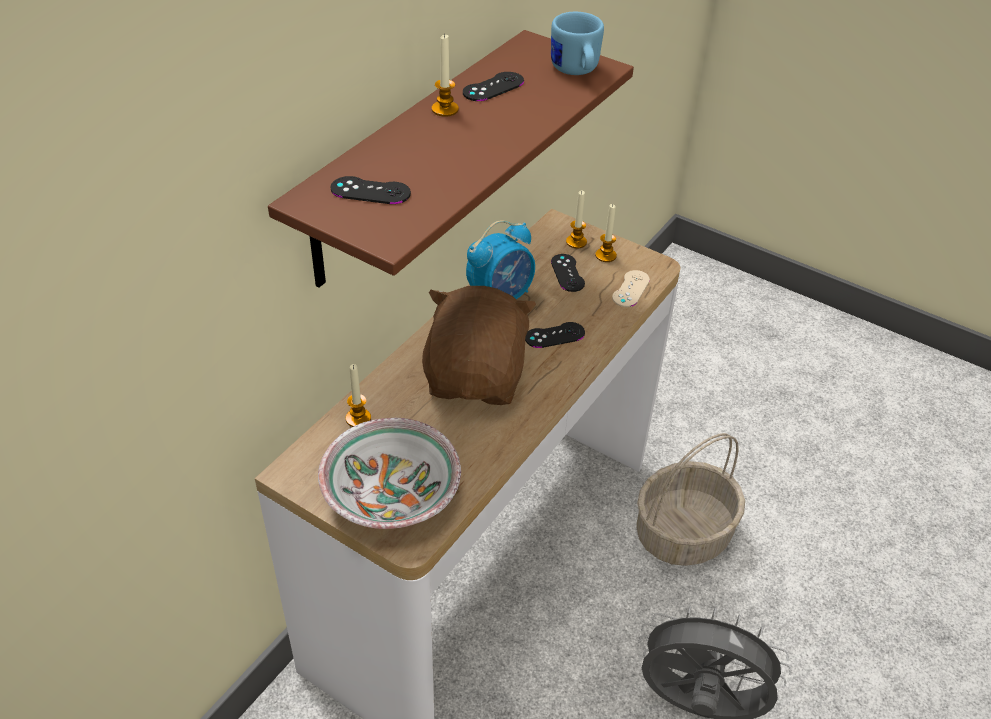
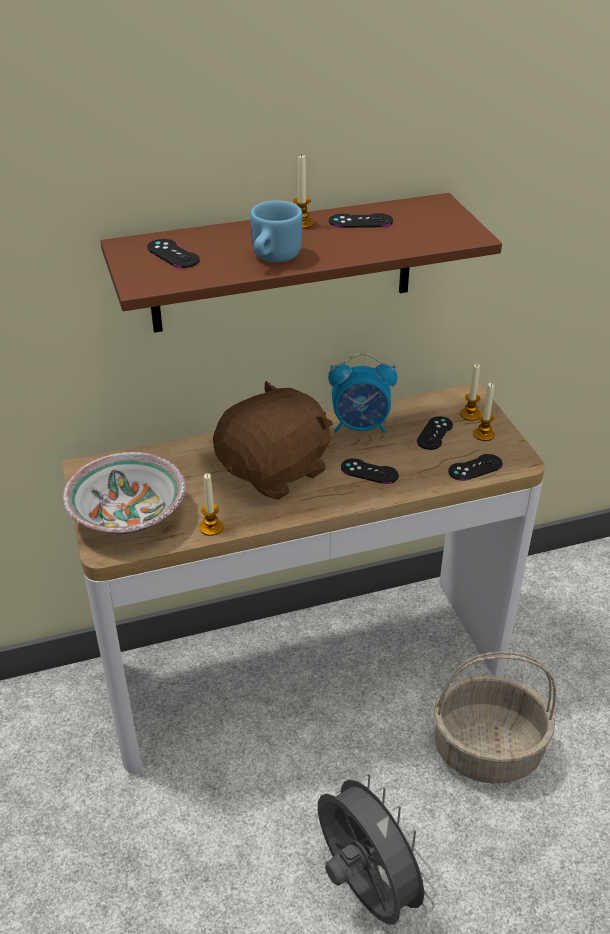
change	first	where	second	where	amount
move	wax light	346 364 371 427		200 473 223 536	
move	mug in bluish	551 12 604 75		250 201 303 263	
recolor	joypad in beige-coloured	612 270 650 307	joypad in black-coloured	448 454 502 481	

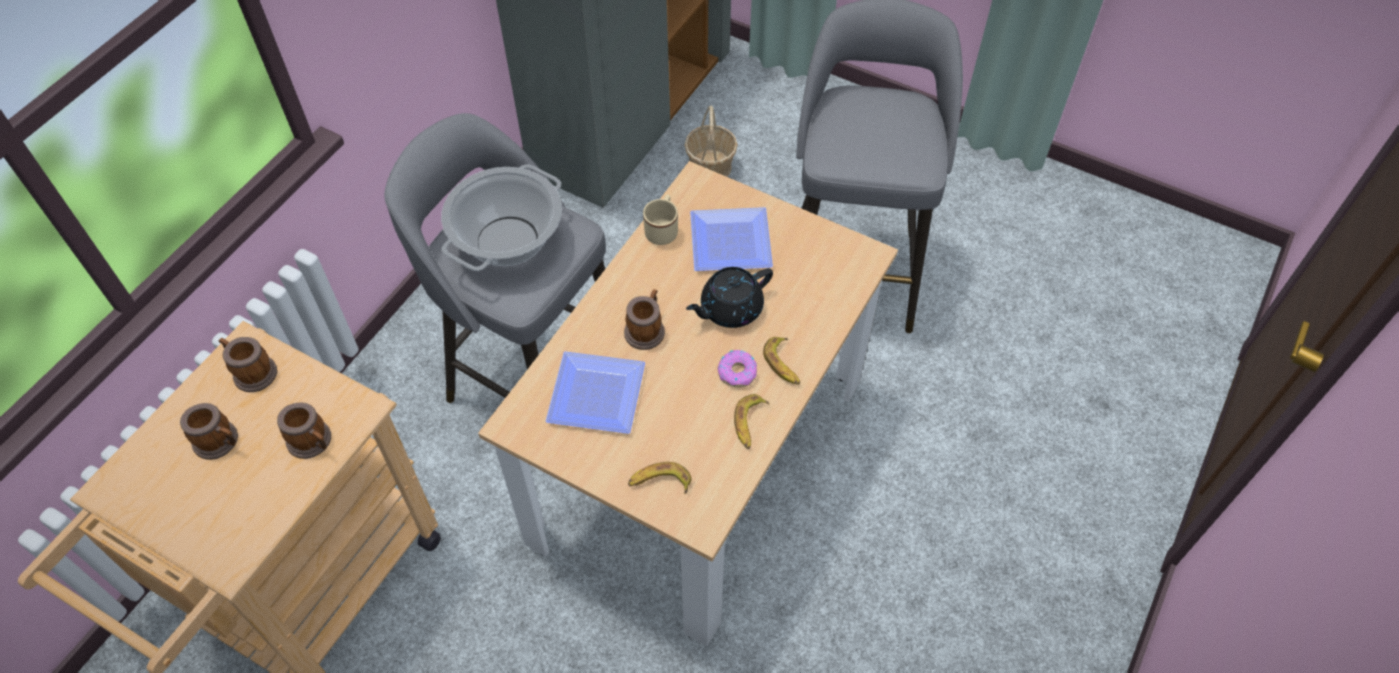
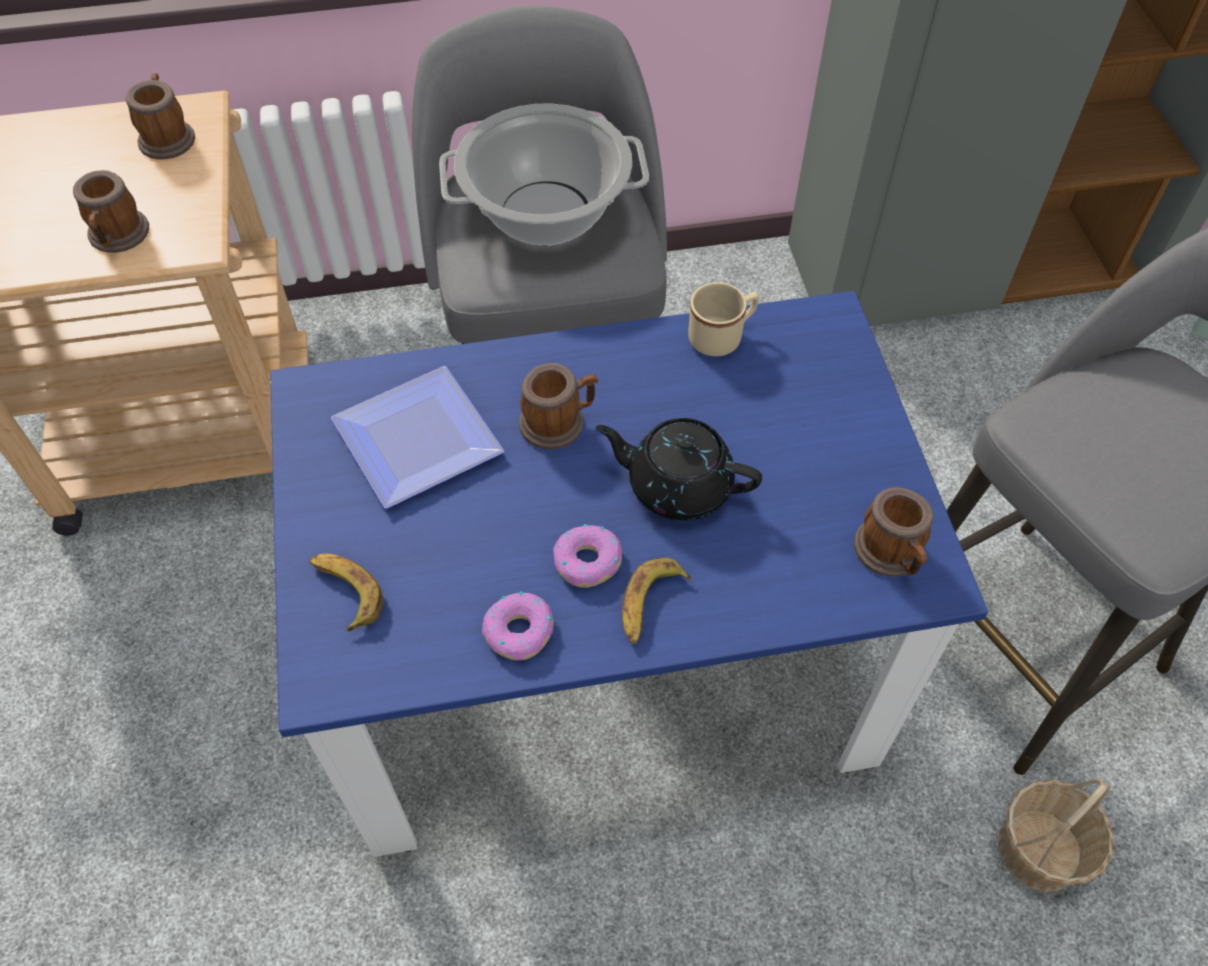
change	first	where	second	where	amount
delete	dinner plate	690 207 773 271			
move	mug	180 403 238 460		854 487 934 577	
move	household basket	684 105 738 177		998 779 1114 892	
replace	banana fruit	734 394 769 449	ring doughnut	482 592 553 660	
recolor	kitchen table in beige-coloured	478 161 898 646	kitchen table in bluish	270 291 988 857	

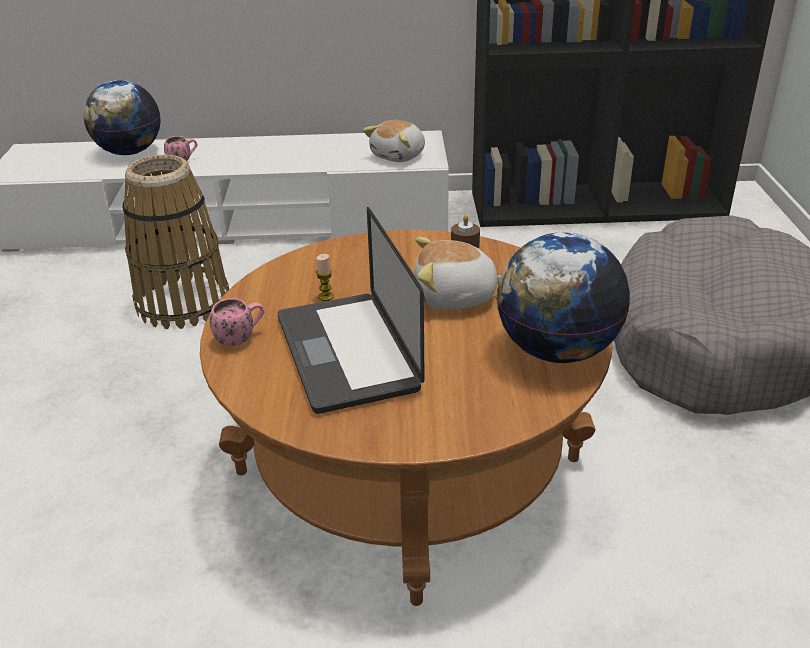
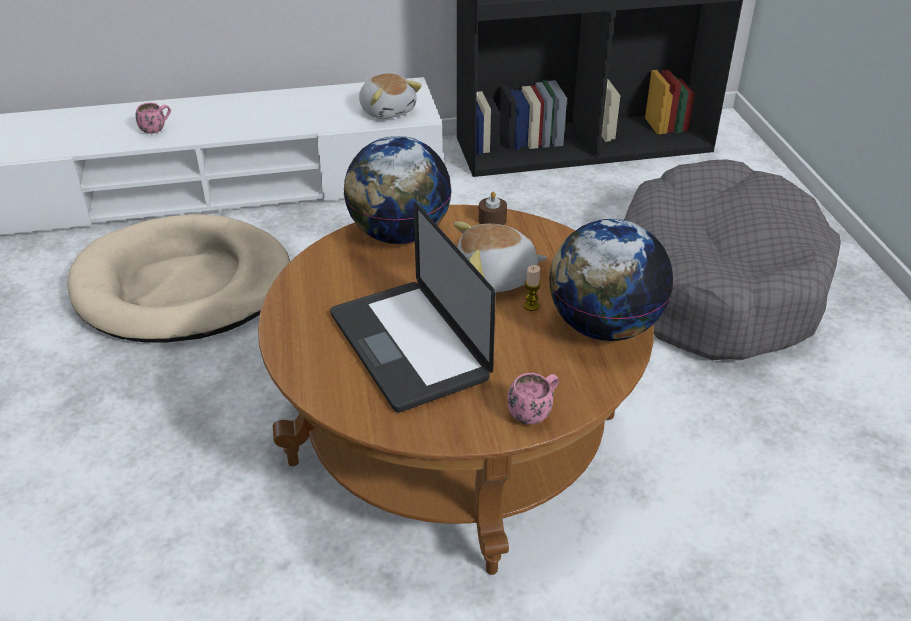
change	first	where	second	where	amount
move	desk globe	84 80 161 155		344 136 452 244	
move	mug in pink-coloured	210 298 265 346		507 373 559 424	
move	wax light	316 254 334 301		524 265 541 311	
replace	household basket	123 155 229 329	pet bed in beige-coloured	68 214 290 343	
rotate	cuddly toy	363 120 425 162		359 73 422 119	60 degrees counterclockwise

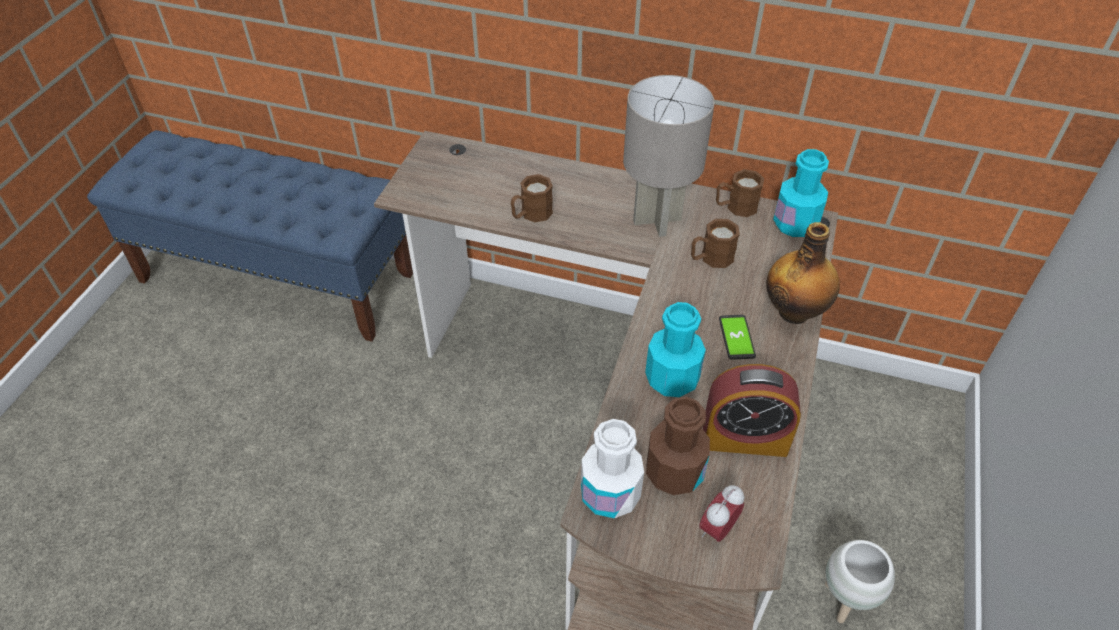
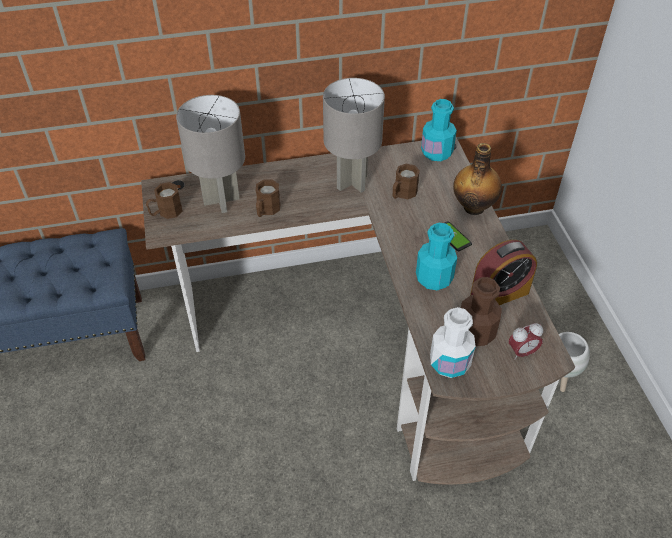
change	first	where	second	where	amount
insert			tabletop lamp in grey	176 95 245 213	
move	mug in brown	716 169 764 217		146 182 183 219	
rotate	alarm clock	700 485 744 542		509 323 543 359	120 degrees counterclockwise

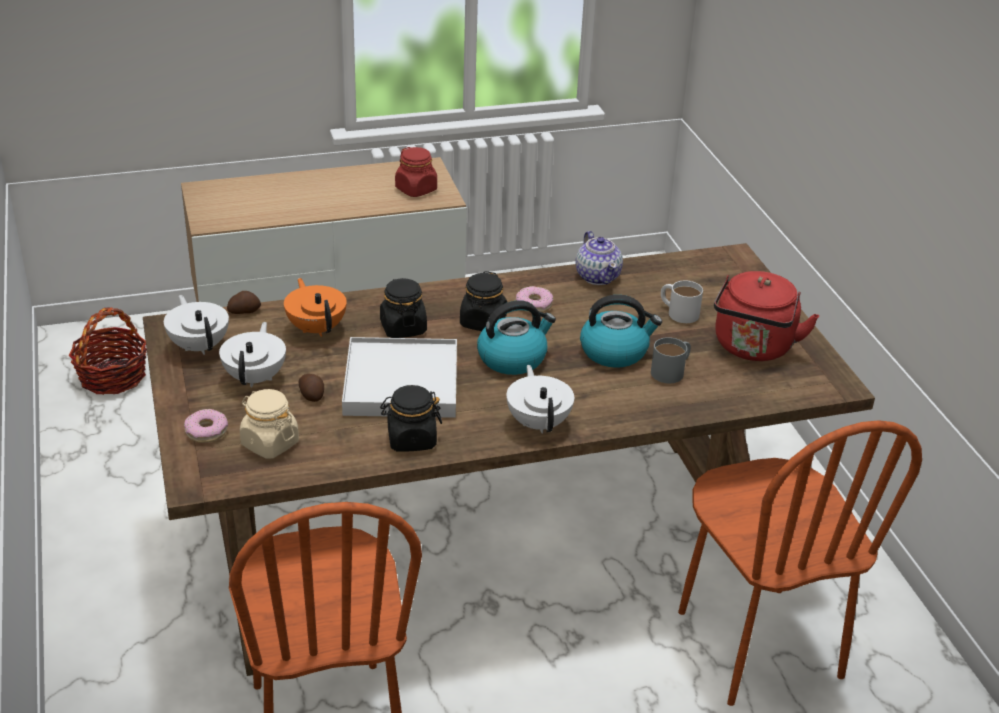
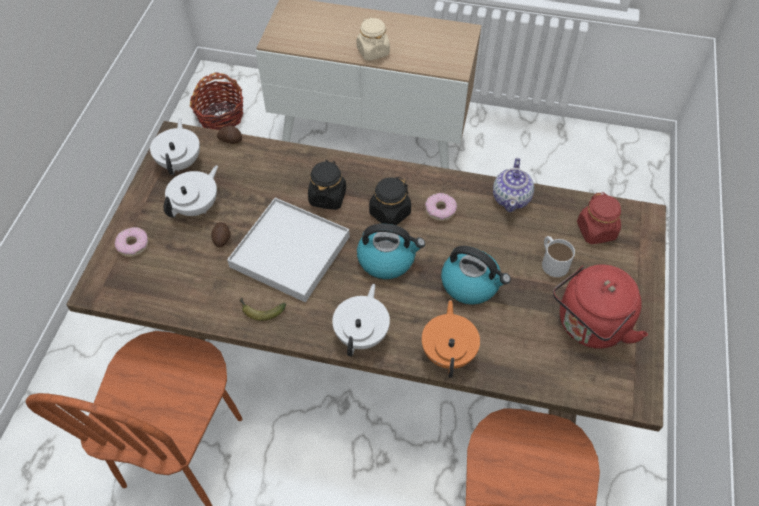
change	first	where	second	where	amount
delete	mug in grey	651 337 691 383			
move	jar in beige-coloured	240 389 299 459		357 18 390 61	
move	pot for tea in orange	284 278 347 337		422 300 480 378	
move	jar in red-coloured	395 147 437 197		577 192 621 244	
replace	jar in black-coloured	380 385 442 452	banana fruit	240 298 286 321	

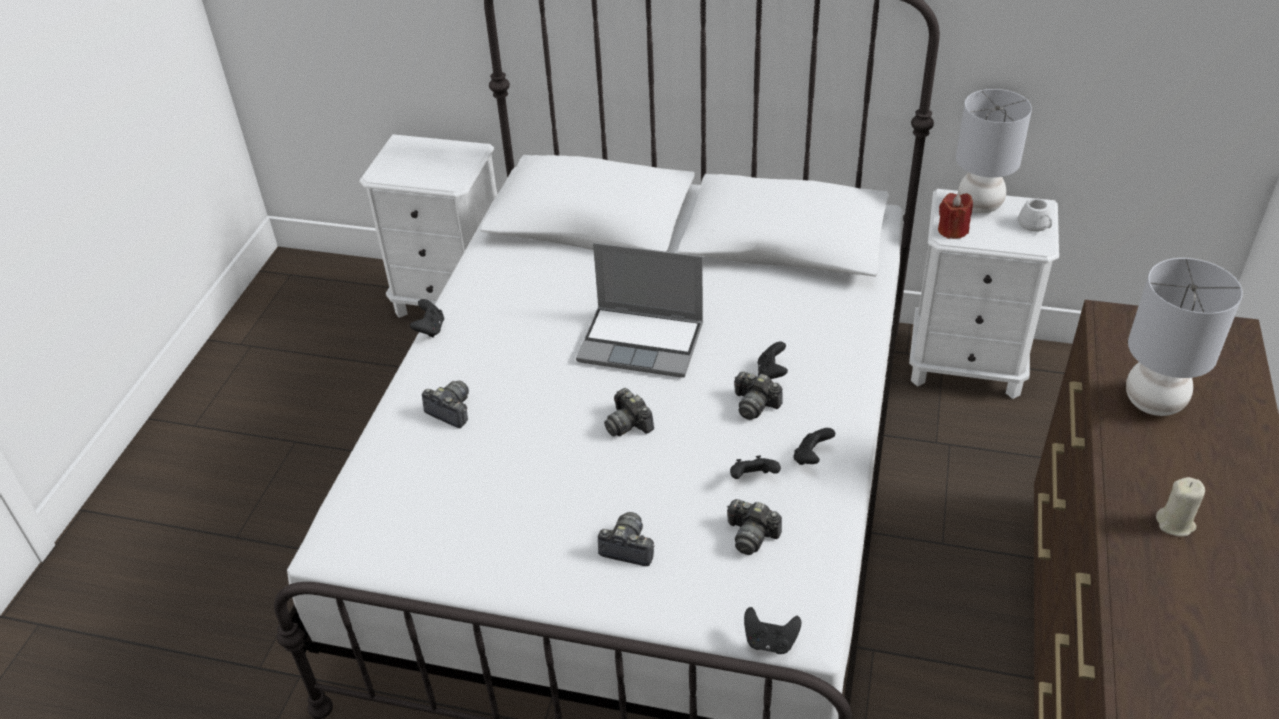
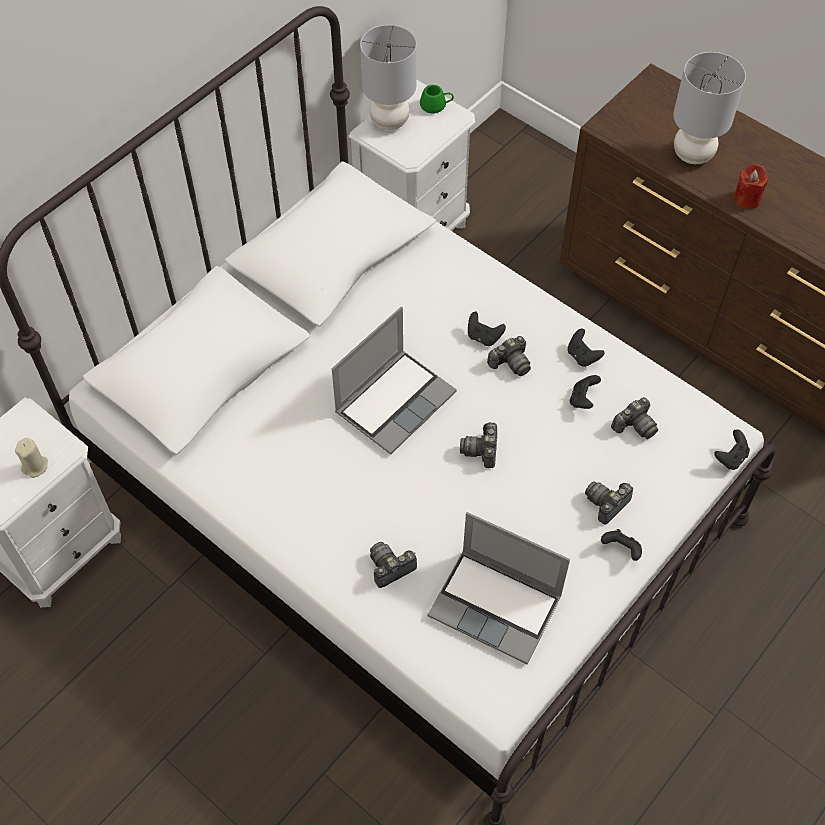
change	first	where	second	where	amount
insert			laptop	427 512 570 664	
move	joypad in black-coloured	410 299 444 338		601 529 642 561	
move	wax light in red-coloured	938 193 973 239		733 164 768 209	
move	wax light in beige-coloured	1156 477 1205 537		15 438 48 478	
recolor	mug in whitish	1018 198 1052 232	mug in greenish	420 85 454 113	
rotate	still camera	604 388 654 436		460 422 497 468	105 degrees clockwise

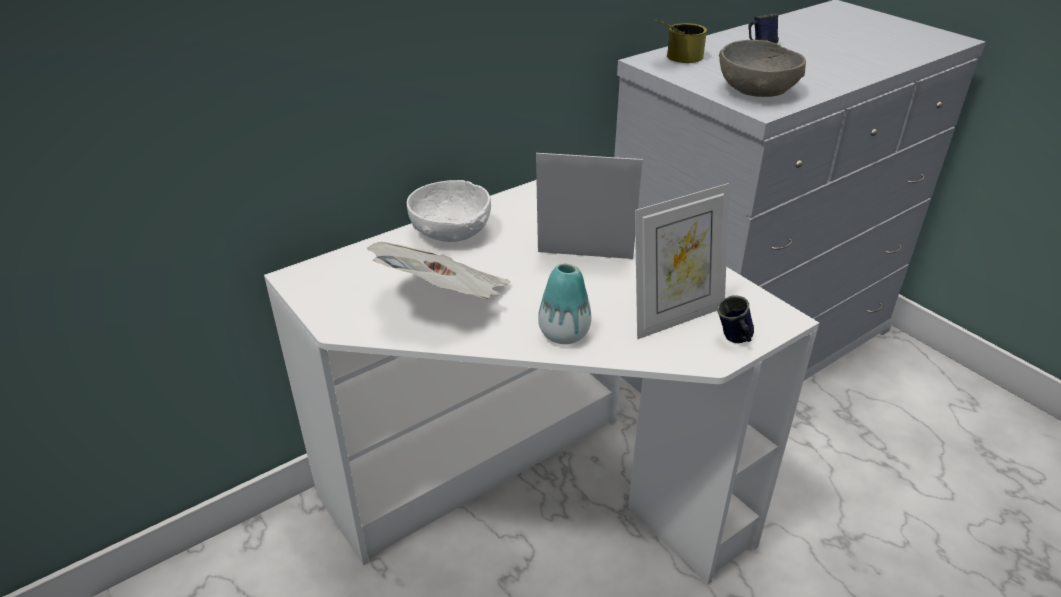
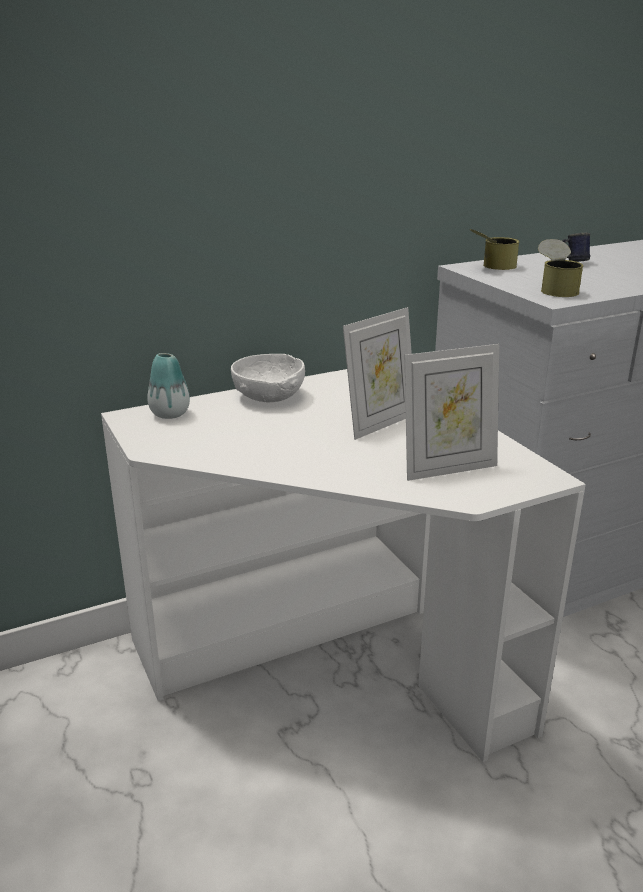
change	first	where	second	where	amount
delete	daily paper	367 242 511 299			
delete	mug in bluish	717 295 754 343			
move	vase	538 264 592 344		147 353 190 419	
replace	deep dish in grey	719 40 806 97	metal can	538 239 583 297	
rotate	photo frame	536 153 643 259		343 307 412 440	120 degrees clockwise

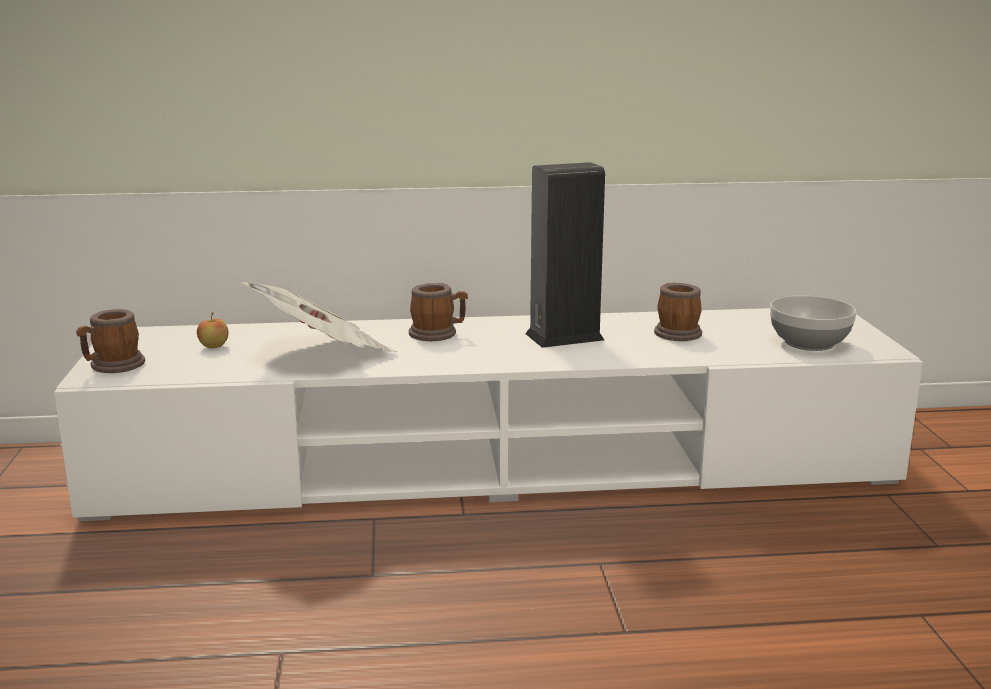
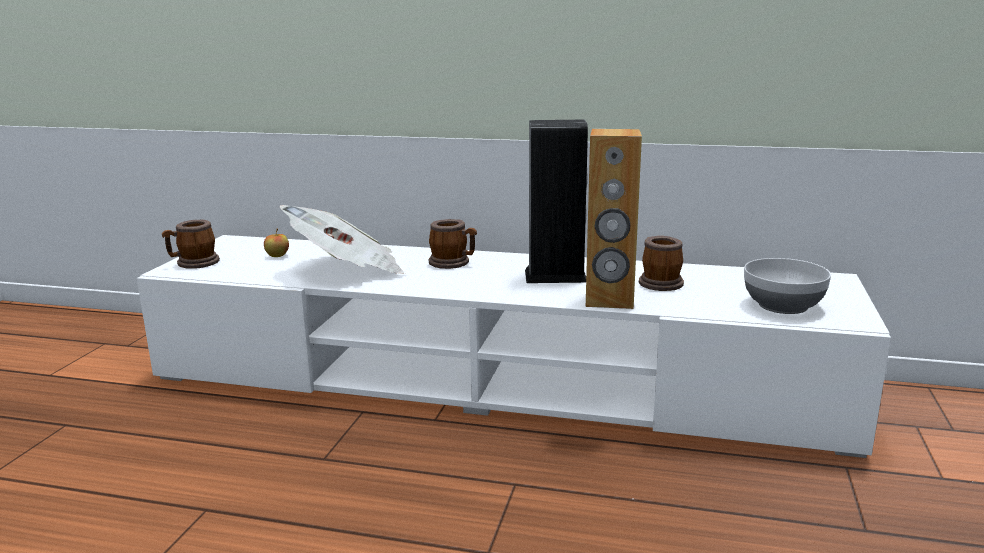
change	first	where	second	where	amount
insert			loudspeaker in brown	586 129 642 309	

